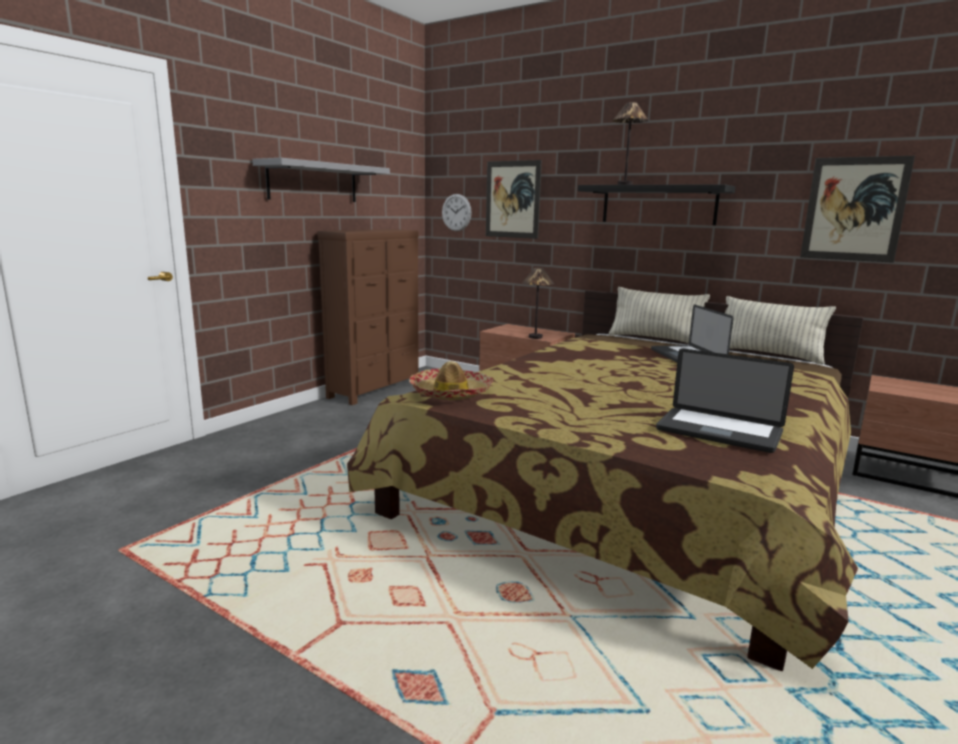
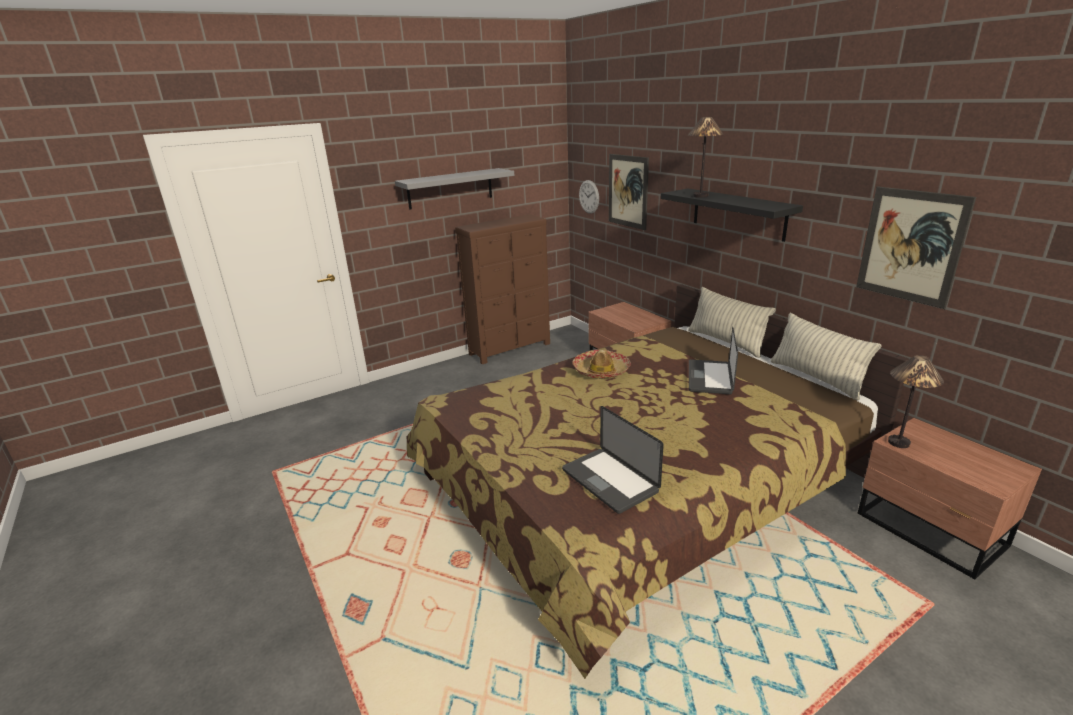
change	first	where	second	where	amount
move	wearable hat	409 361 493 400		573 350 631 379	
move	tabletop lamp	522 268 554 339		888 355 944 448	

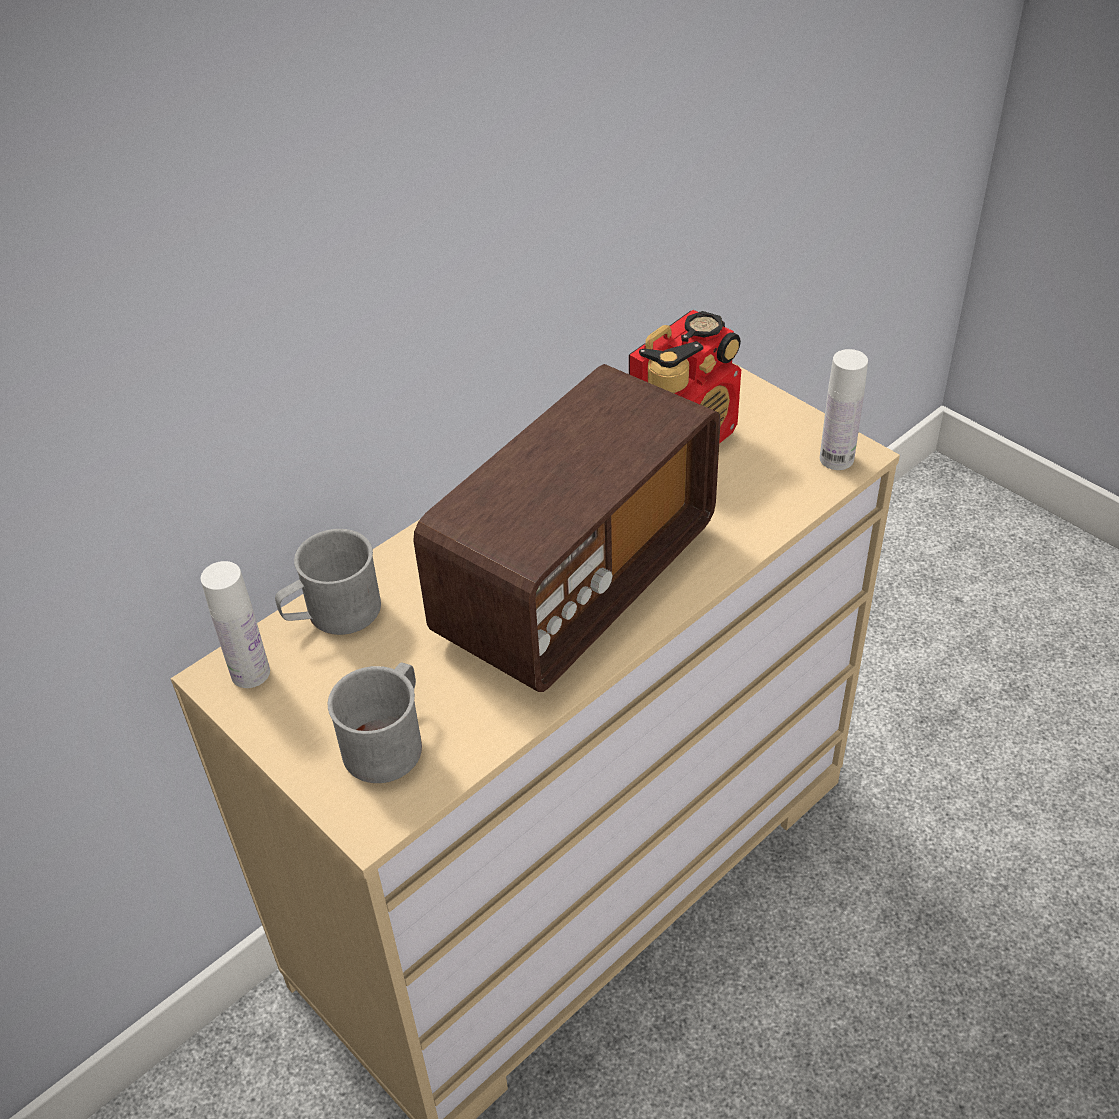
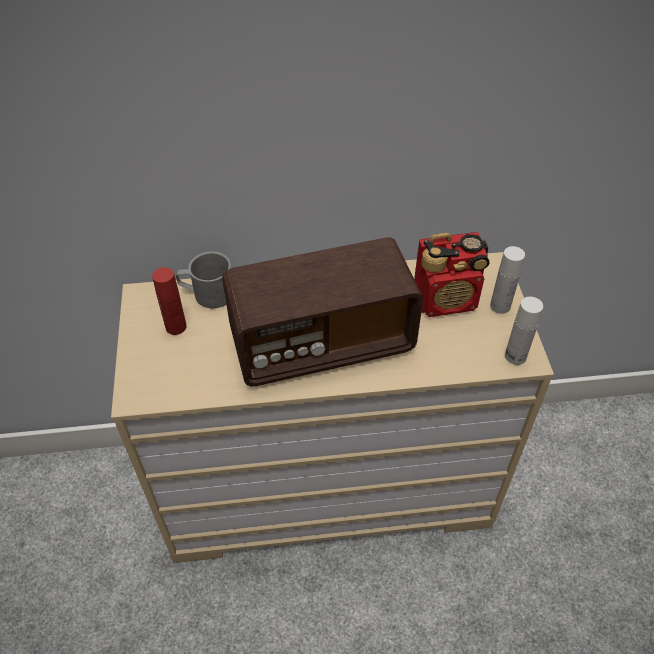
change	first	where	second	where	amount
delete	mug in grey	328 663 422 783			
insert			bottle in red-coloured	152 267 187 335	
move	bottle in whitish	201 561 270 688		490 246 525 314	

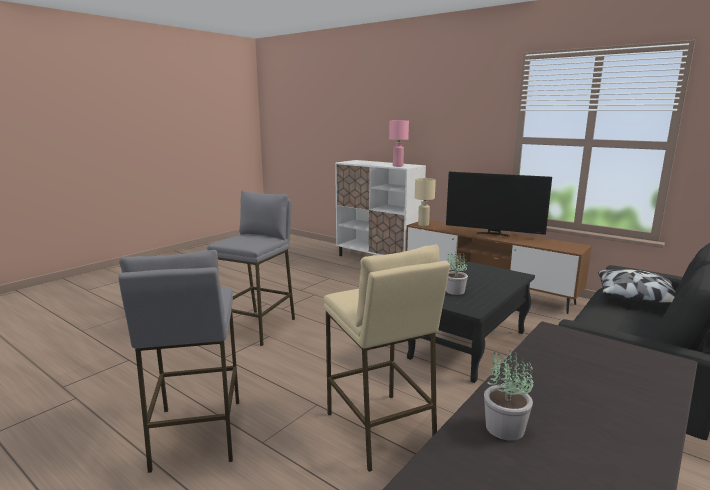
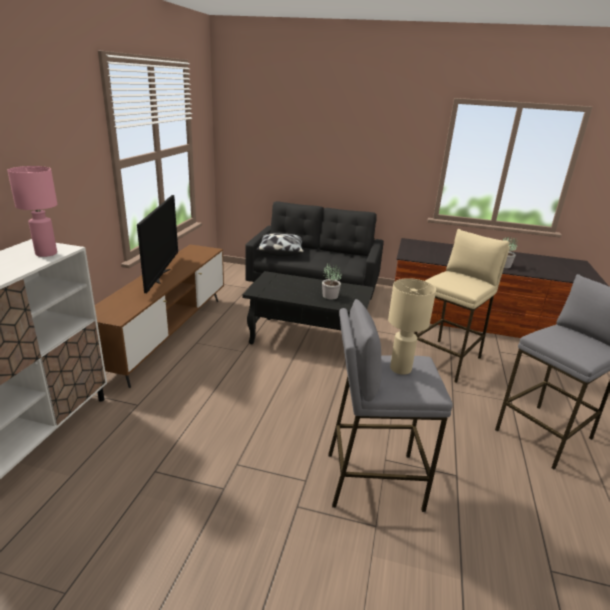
change	first	where	second	where	amount
move	tabletop lamp in beige-coloured	415 178 436 226		388 278 436 375	

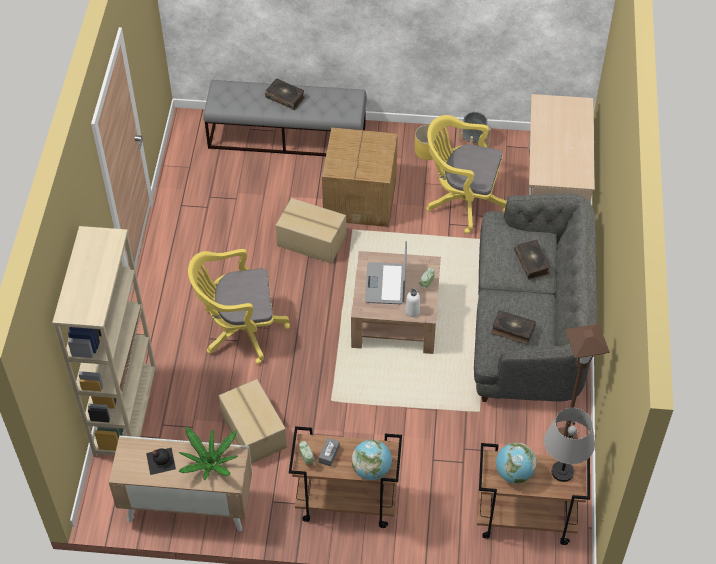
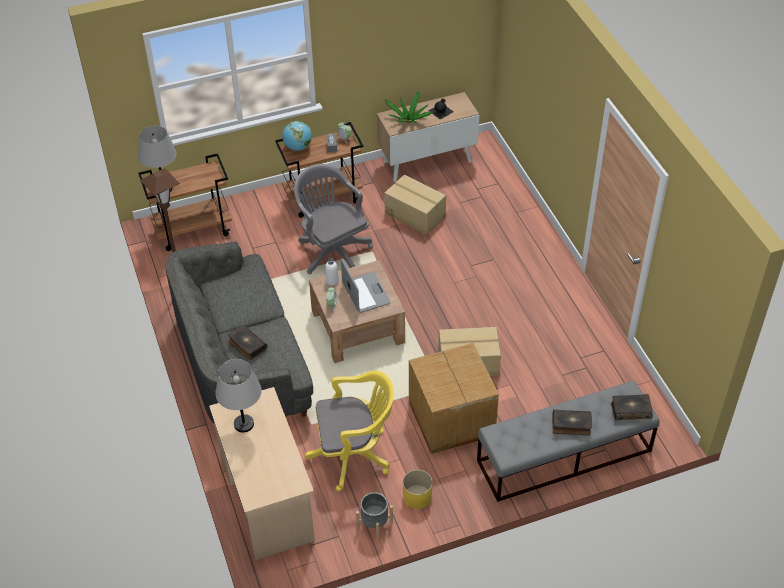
change	first	where	second	where	amount
delete	bookshelf in beige-coloured	53 226 157 457			
delete	desk chair in yellow	188 249 290 364			
delete	desk globe	496 443 537 484			
insert			tabletop lamp in grey	215 359 262 432	
insert			desk chair in grey	294 164 373 274	
move	volume	491 310 536 345		611 394 653 420	

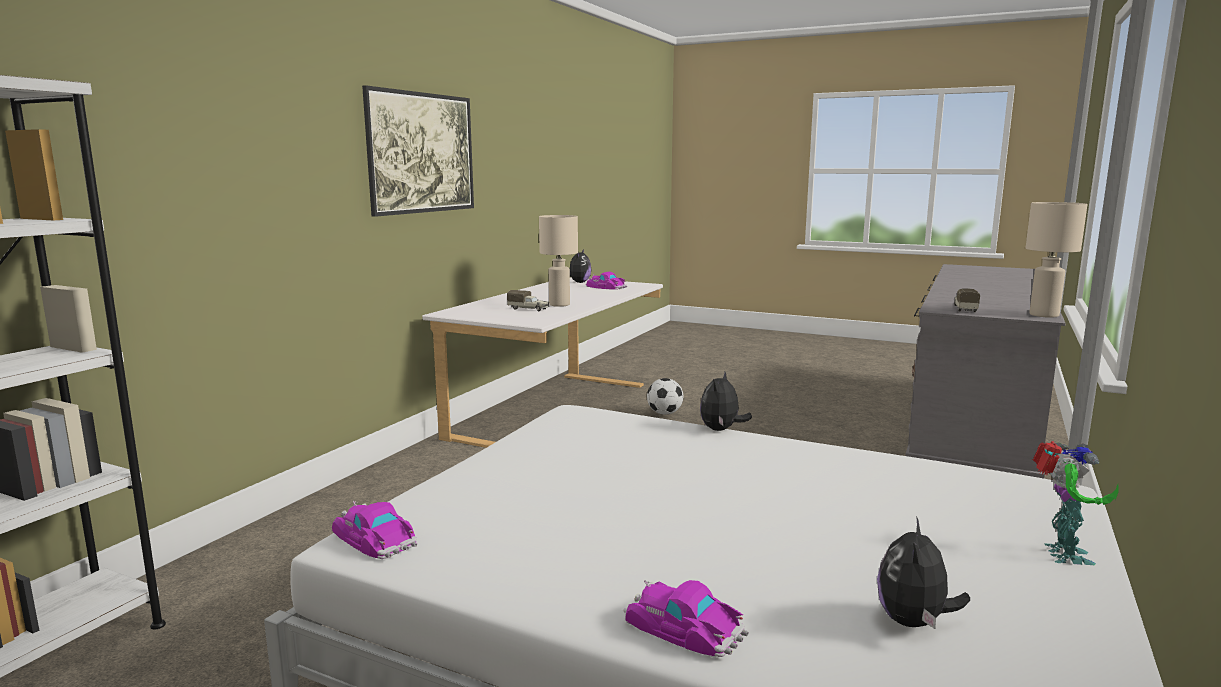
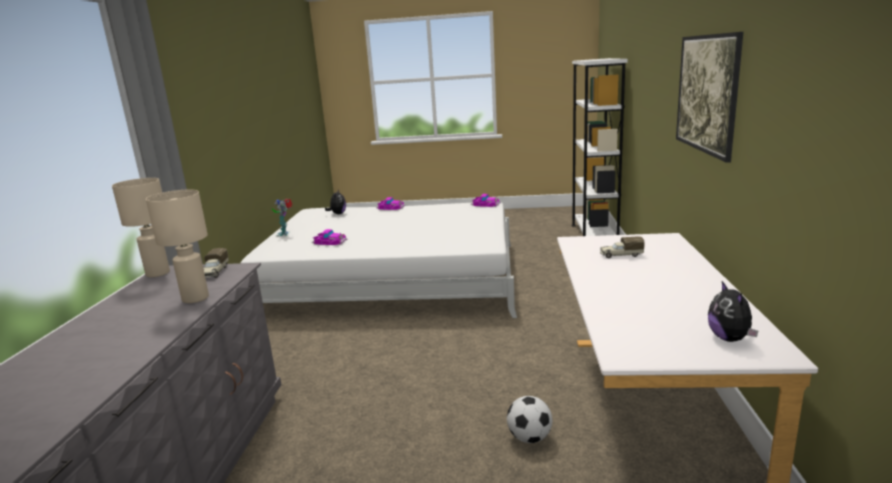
change	first	where	second	where	amount
delete	cuddly toy	700 372 752 431			
move	tabletop lamp in beige-coloured	539 215 578 307		146 189 209 303	
move	toy car	586 272 627 290		312 229 347 245	

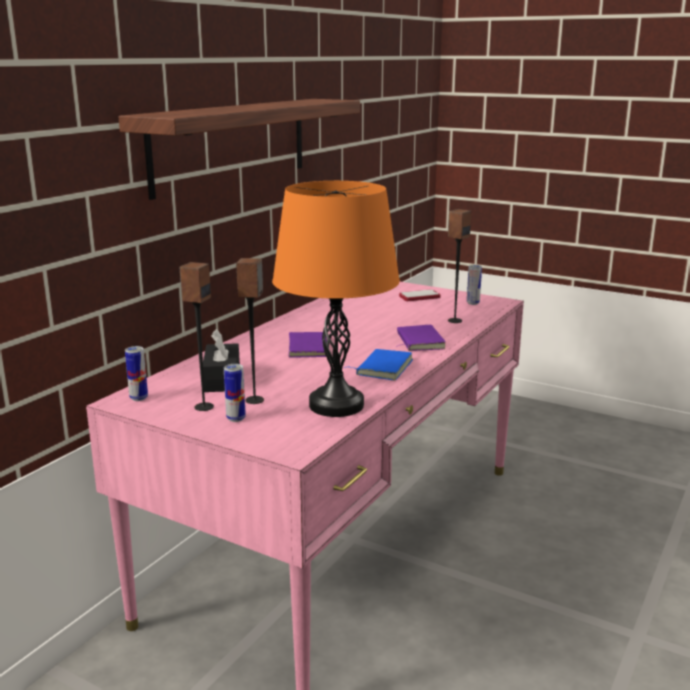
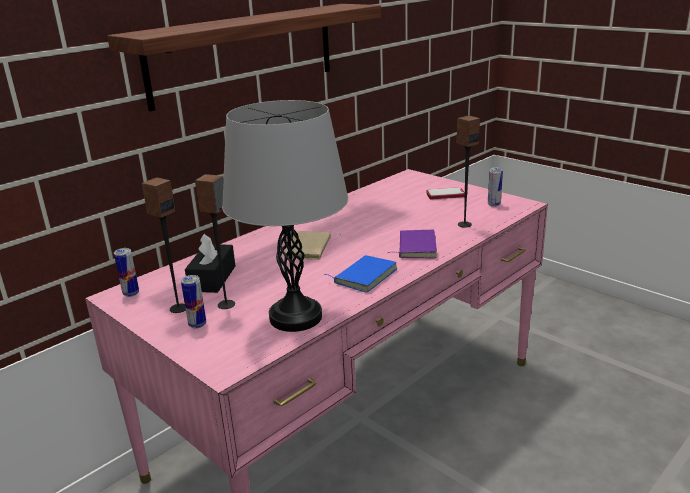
change	first	where	second	where	amount
recolor	tabletop lamp in orange	272 181 400 417	tabletop lamp in grey	222 100 348 332	
recolor	volume in purple-coloured	289 331 331 358	volume in beige-coloured	284 231 340 260	

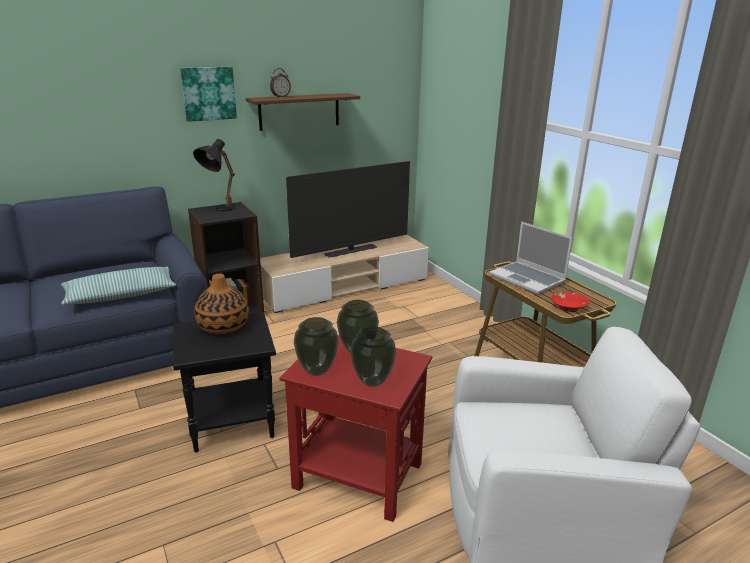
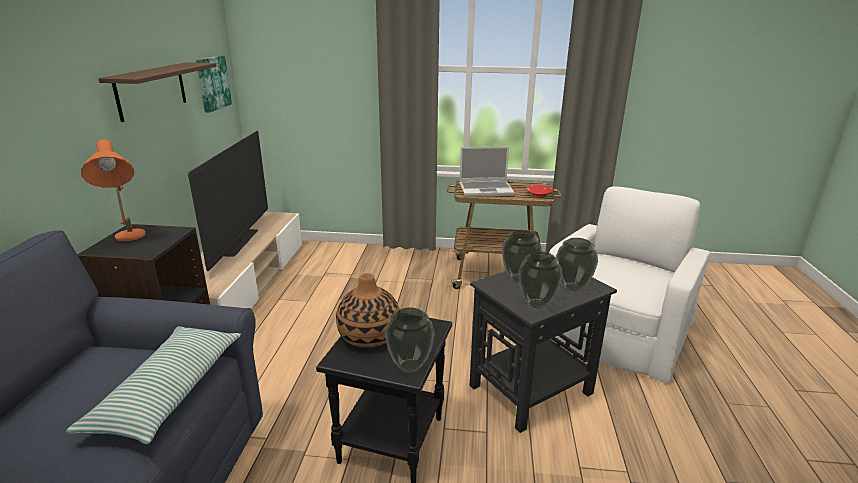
change	first	where	second	where	amount
delete	alarm clock	270 68 291 98			
insert			vase	385 307 434 372	
move	wall picture	180 67 237 122		196 56 232 113	
recolor	tabletop lamp in black-coloured	193 139 235 211	tabletop lamp in orange	81 139 146 241	
recolor	end table in red-coloured	279 335 432 522	end table in black-coloured	470 271 617 433	

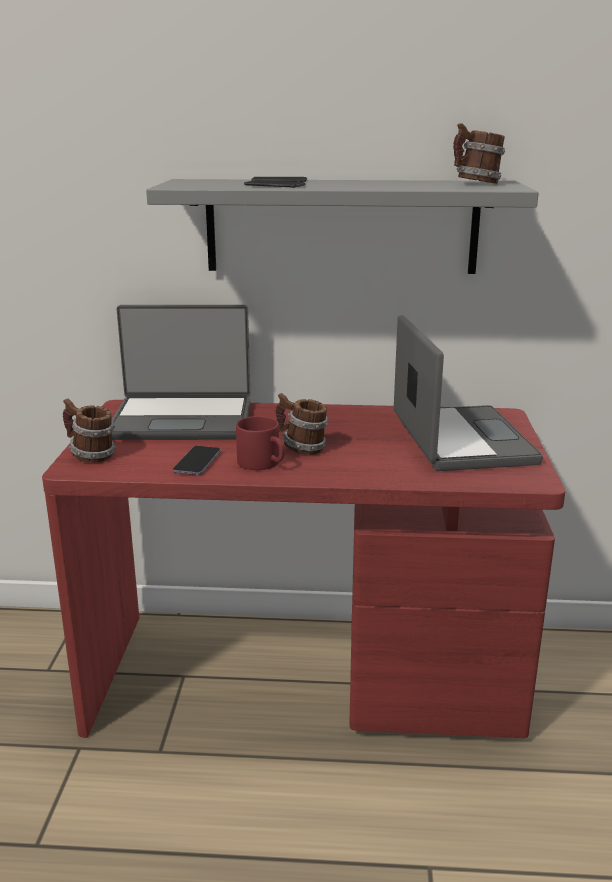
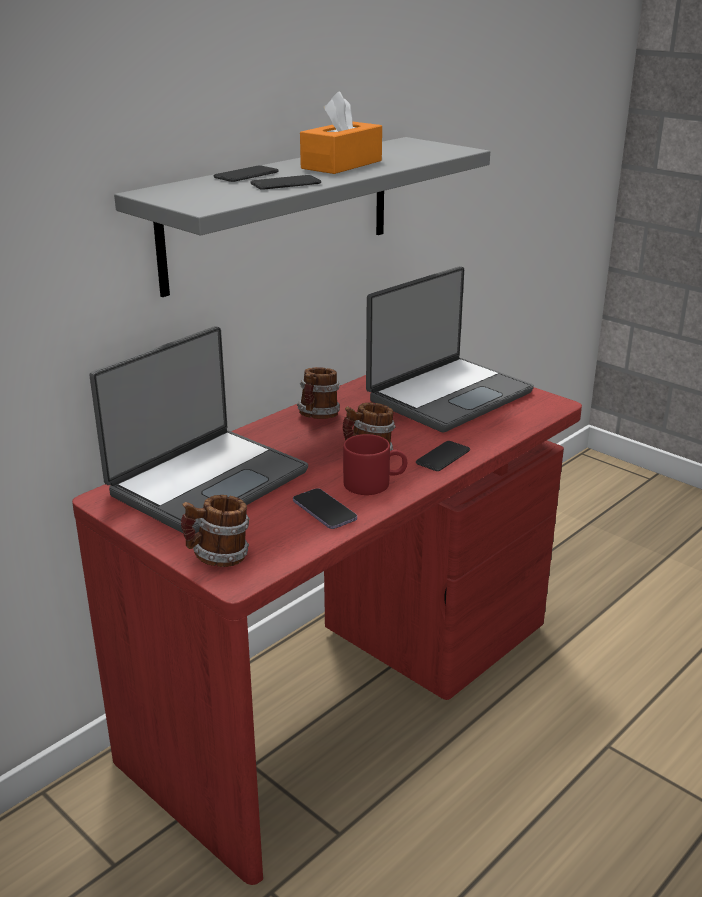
change	first	where	second	where	amount
insert			tissue box in orange	300 92 382 174	
insert			handset	416 441 470 471	
move	mug	453 123 505 184		297 367 340 419	
rotate	laptop	394 315 543 471		366 266 534 432	105 degrees clockwise

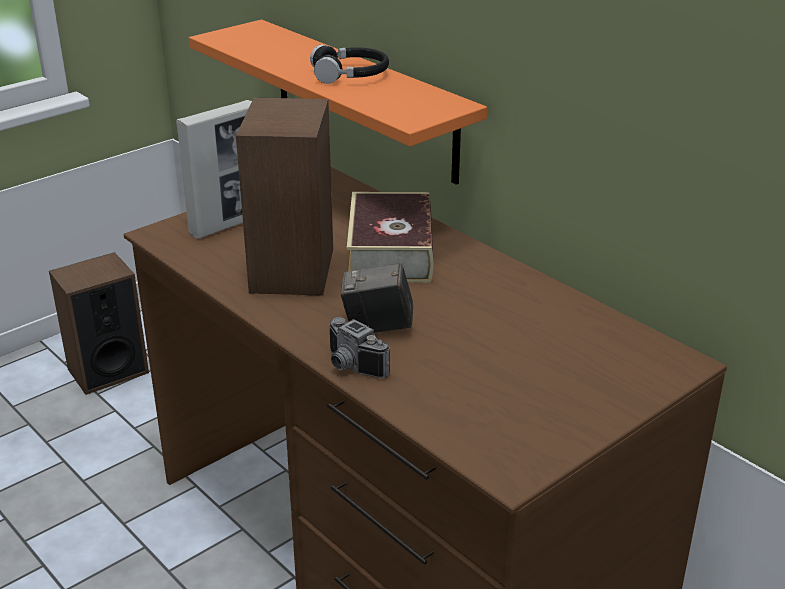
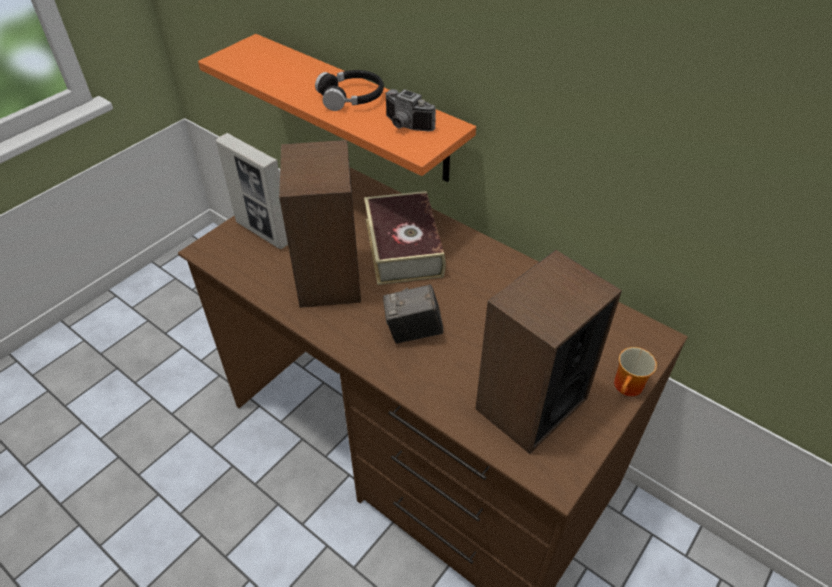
change	first	where	second	where	amount
insert			mug	614 347 657 396	
move	loudspeaker	49 252 149 395		475 250 622 454	
move	still camera	330 317 390 378		385 89 436 132	
rotate	photo frame	176 100 252 239		216 133 288 249	90 degrees clockwise

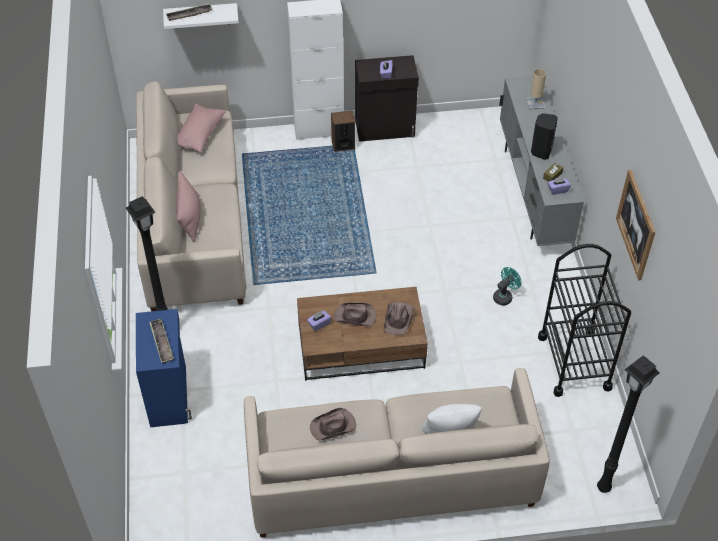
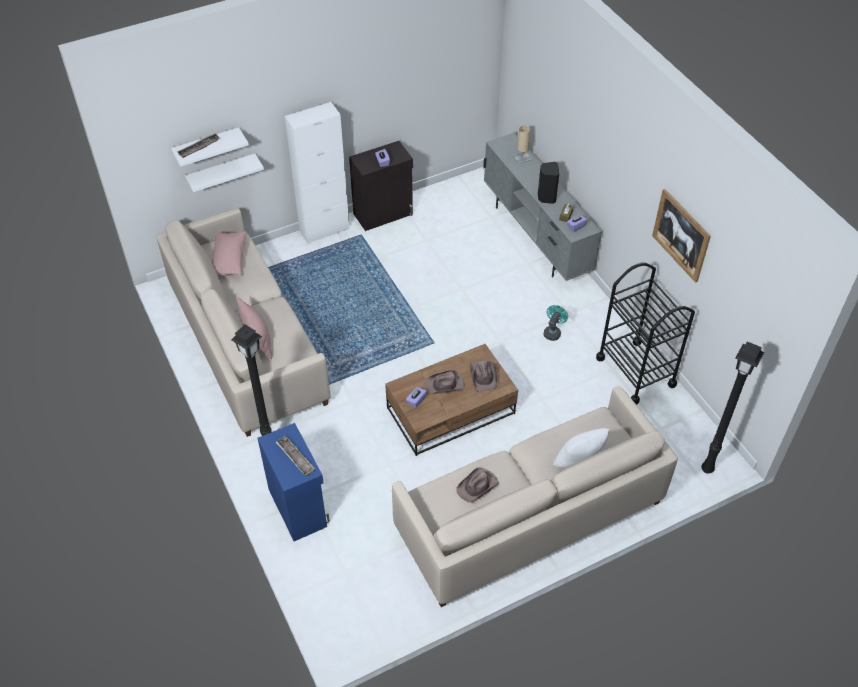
change	first	where	second	where	amount
delete	loudspeaker	331 111 355 152			
insert			shelf in whitish	185 154 264 192	

